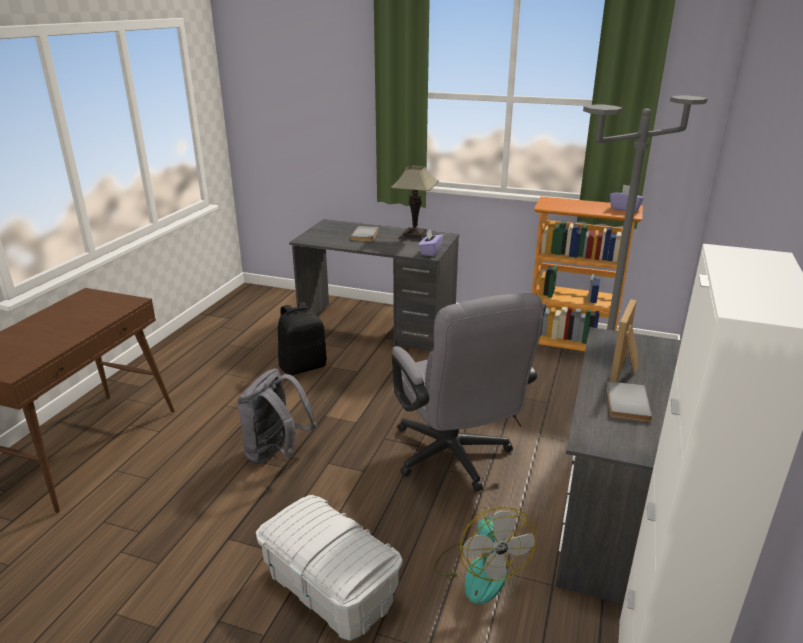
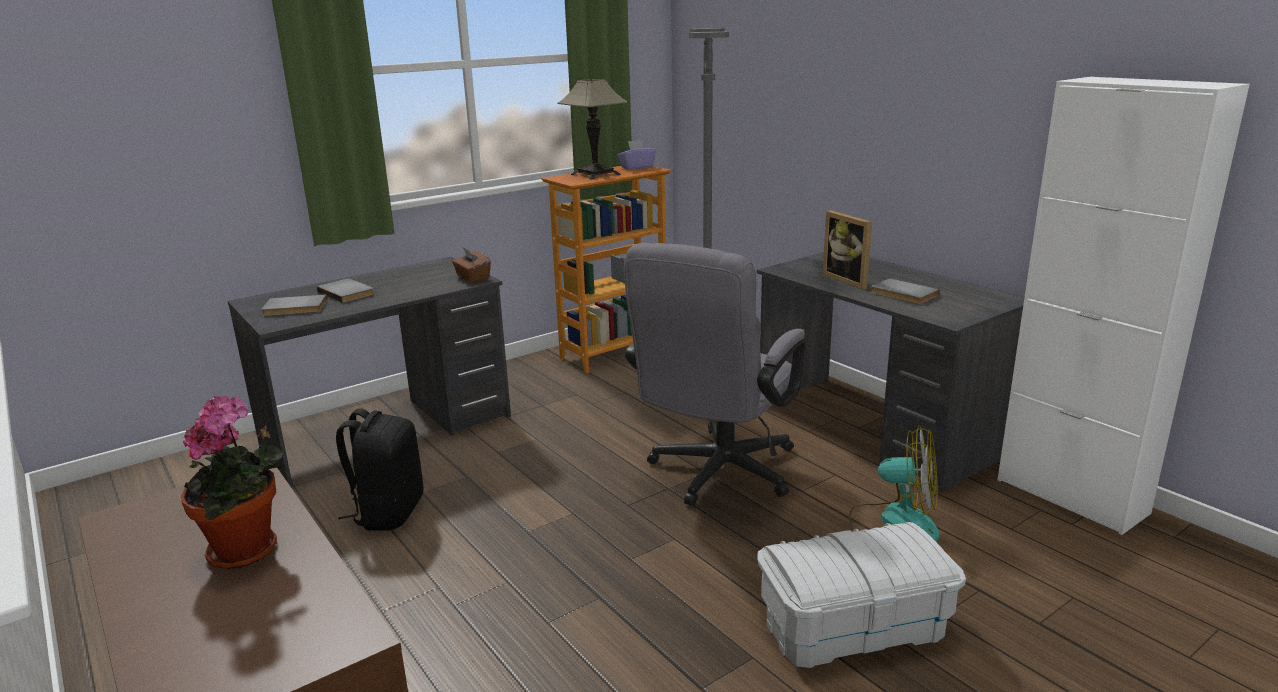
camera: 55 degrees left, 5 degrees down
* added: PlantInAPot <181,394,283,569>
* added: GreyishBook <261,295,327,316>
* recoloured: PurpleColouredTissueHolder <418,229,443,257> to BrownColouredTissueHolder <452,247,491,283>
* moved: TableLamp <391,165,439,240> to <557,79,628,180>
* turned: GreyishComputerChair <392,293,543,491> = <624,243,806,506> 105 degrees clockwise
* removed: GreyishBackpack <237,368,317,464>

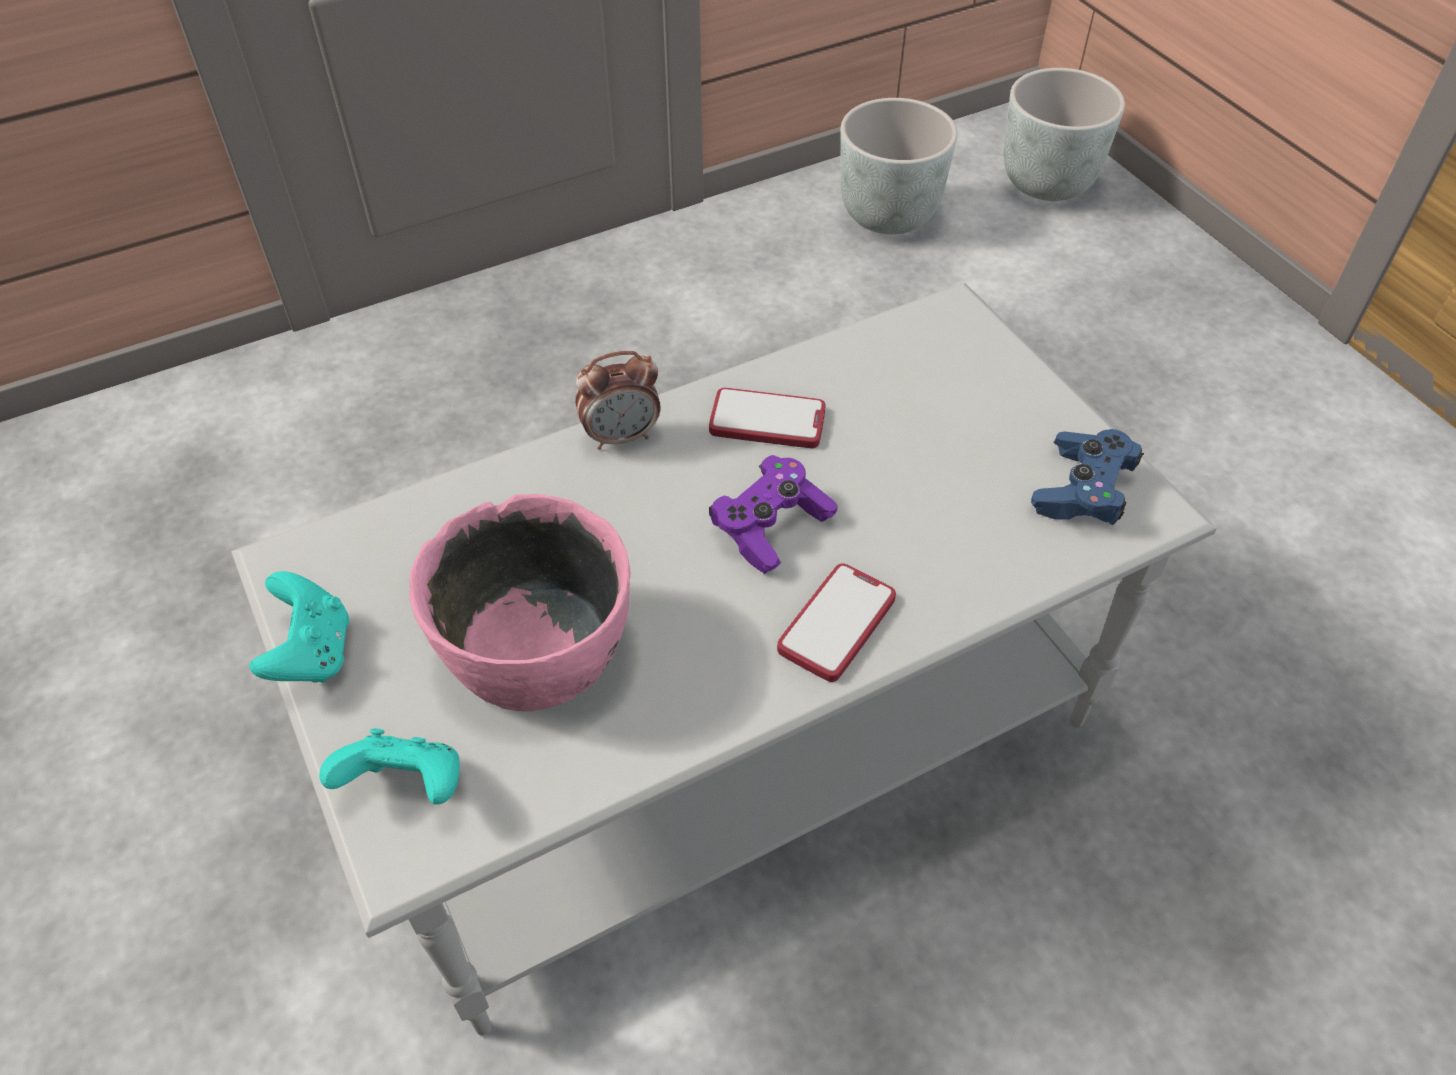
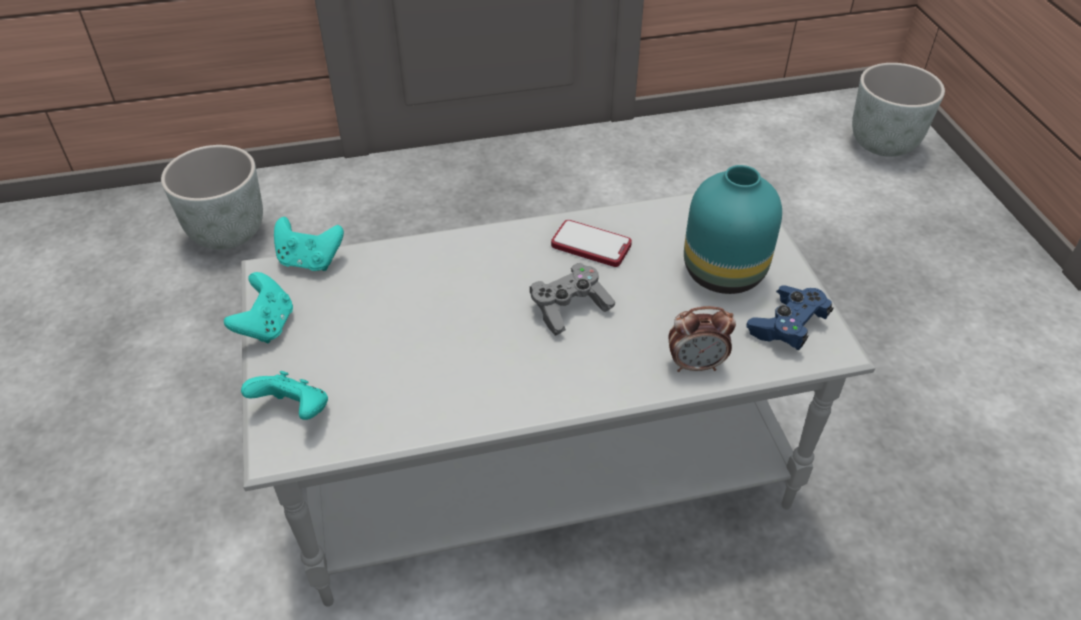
camera: 15 degrees right, 5 degrees down
* moved: GreyishPlantPot <841,98,958,234> to <161,145,263,250>
* added: TurquoiseColouredGameController <274,217,344,271>
* recoloured: PurpleColouredGameController <709,455,837,574> to GreyishGameController <530,263,615,336>
* moved: BedsideClock <575,351,661,450> to <668,306,736,372>
* added: TurquoiseColouredVase <684,165,782,294>
* removed: PinkishServingBowl <409,494,630,711>
* removed: Handset <777,564,896,682>

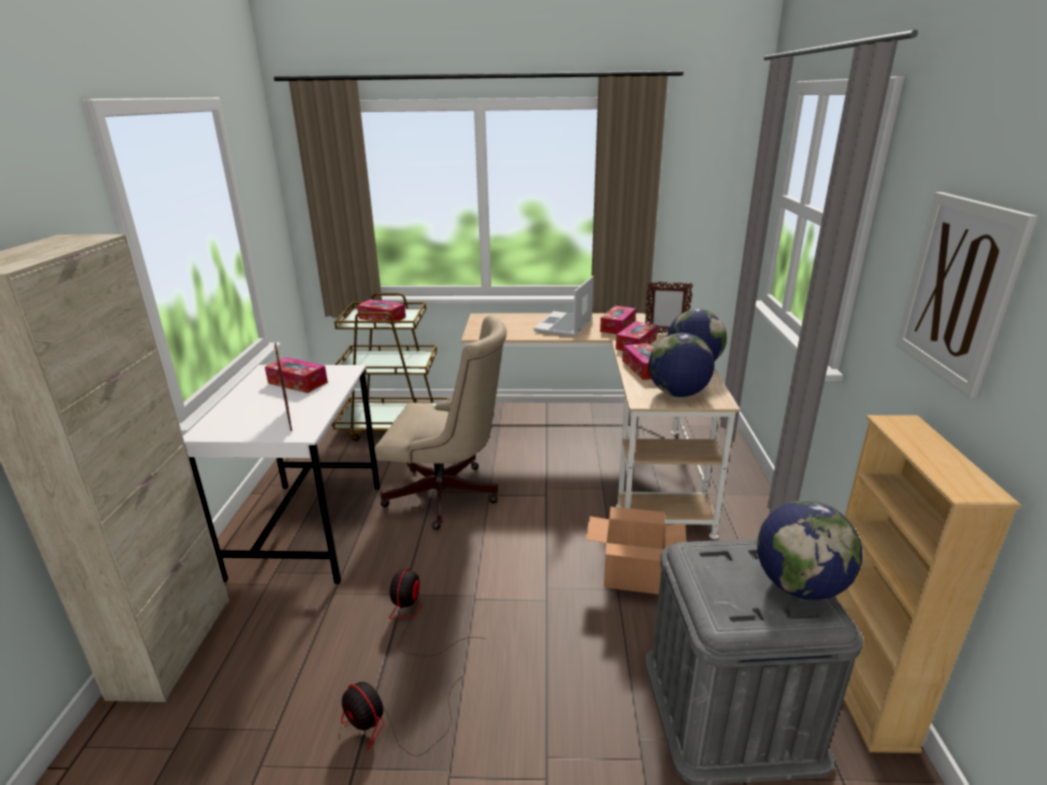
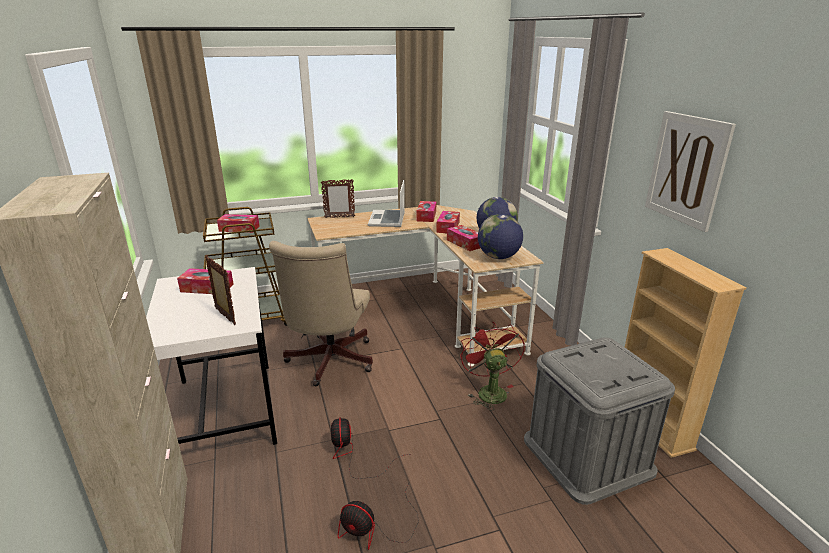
camera: 20 degrees left, 0 degrees up
* turned: SandColouredComputerChair <375,315,507,530> = <269,241,373,386> 105 degrees clockwise
* moved: PictureFrame <645,282,693,333> to <321,179,355,218>
* replaced: PackingBox <586,507,687,594> to ReddishCoolingFan <460,322,525,411>
* removed: Globe <757,500,862,600>

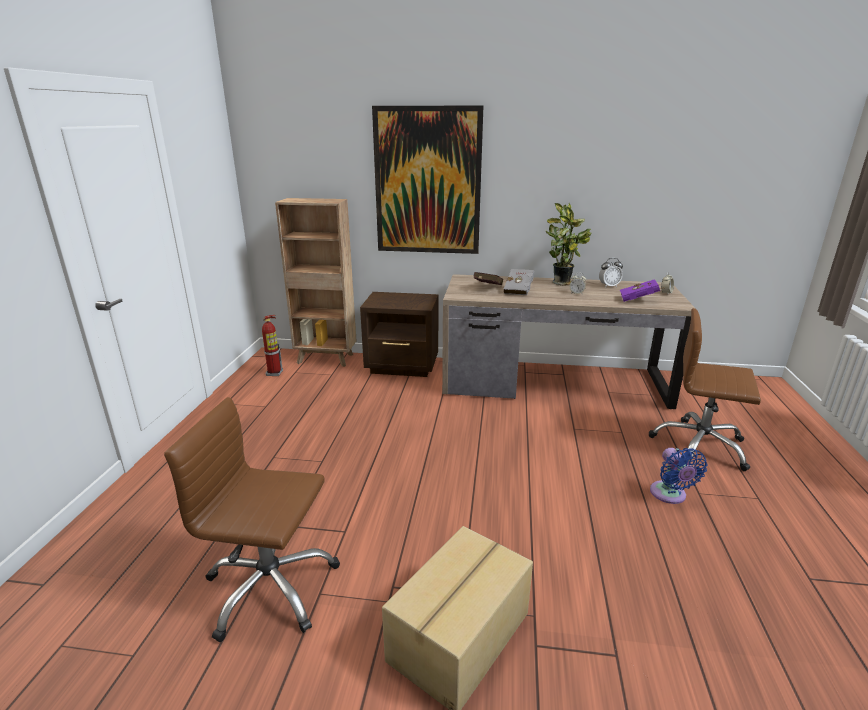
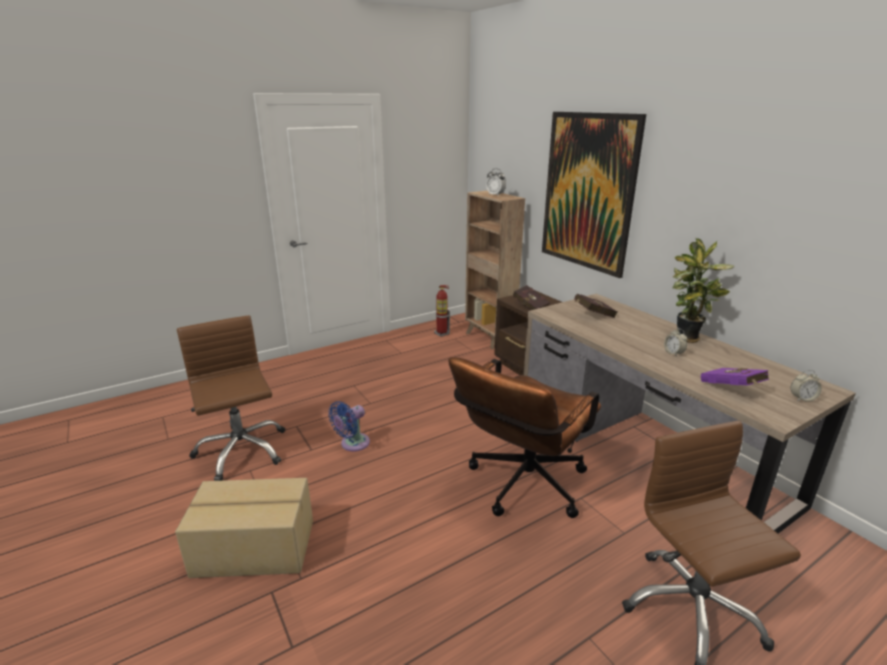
camera: 50 degrees right, 0 degrees up
* moved: BlueCoolingFan <650,448,707,504> to <329,401,370,451>
* added: BrownColouredComputerChair <448,357,601,518>
* moved: BedsideClock <599,258,623,288> to <486,169,506,196>
* added: ReddishBook <512,285,550,310>
* removed: GreyishBook <504,269,534,295>

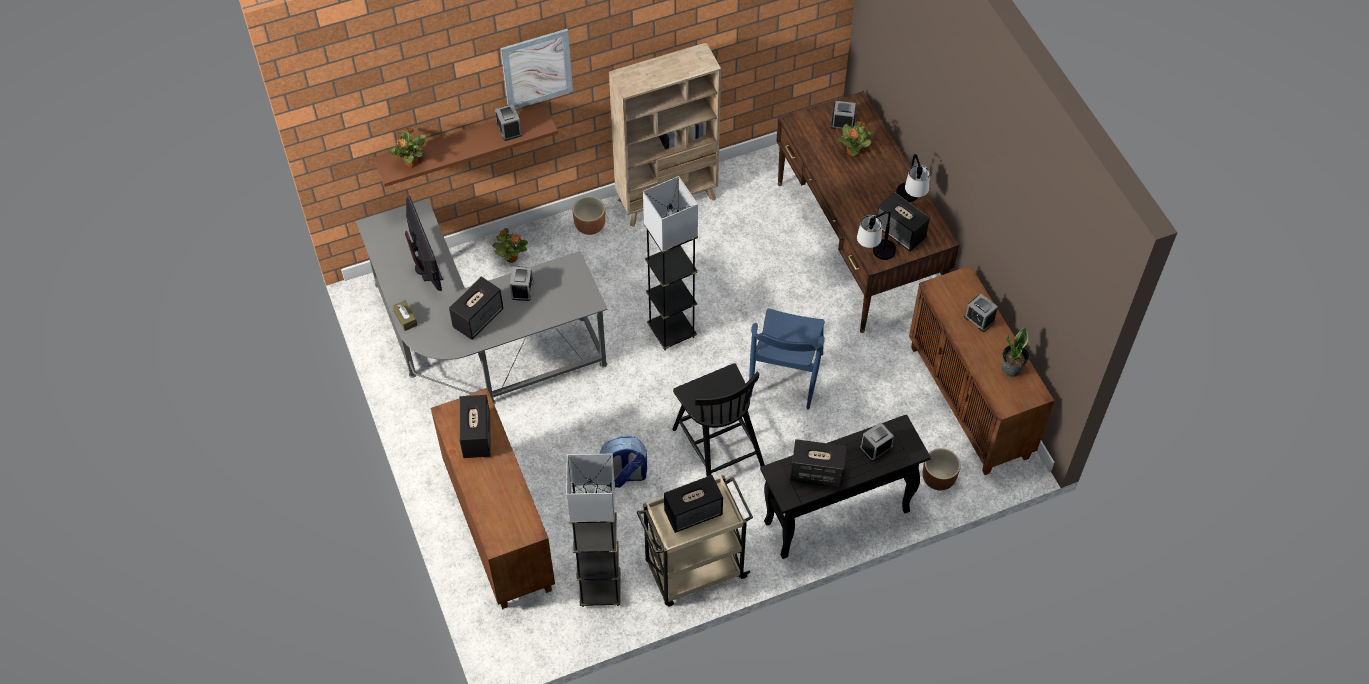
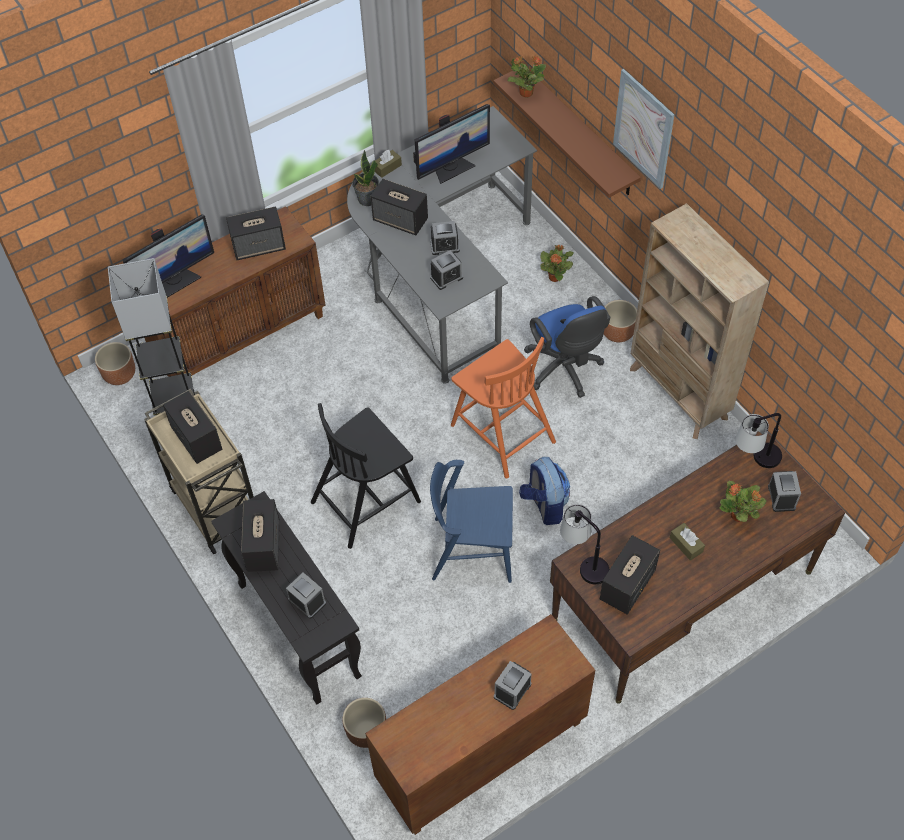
camera: 80 degrees right, 0 degrees up
* added: BrownColouredPlantPot <95,342,135,385>
* added: ComputerScreen <123,214,214,298>
* moved: PlantInAPot <1002,327,1029,376> to <352,150,379,206>
* moved: BedsideClock <495,104,522,141> to <430,250,463,290>
* replaced: GreyishStandingLamp <643,176,698,350> to OrangePlainChair <451,337,556,479>
* moved: Backpack <600,436,647,488> to <519,457,570,525>
* added: BlueComputerChair <524,296,610,398>
* added: BrownColouredTissueHolder <670,523,705,561>
* moved: TableLamp <896,154,930,202> to <735,413,782,468>

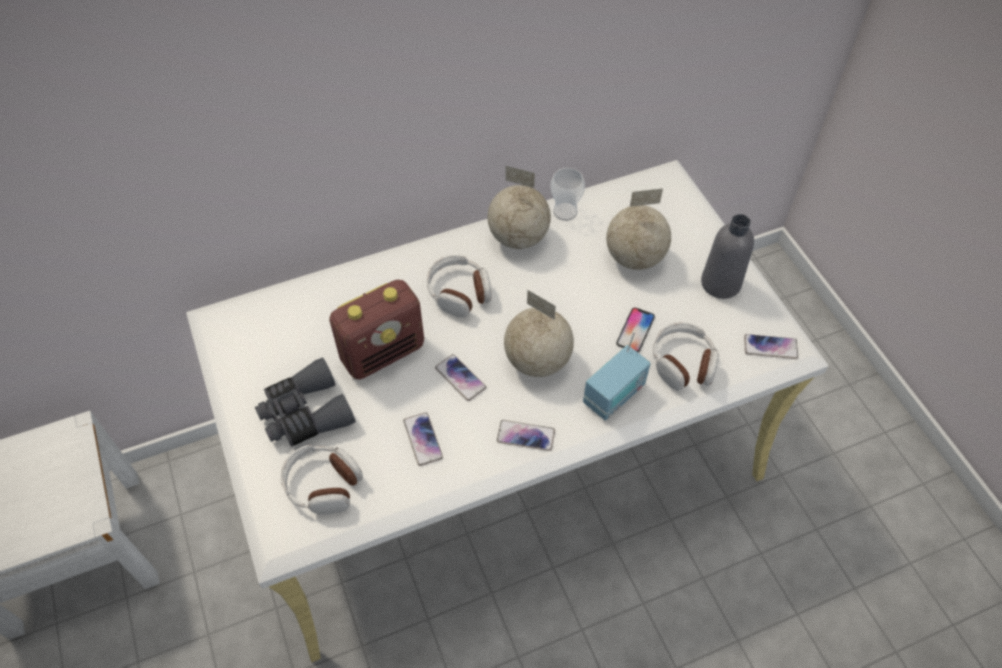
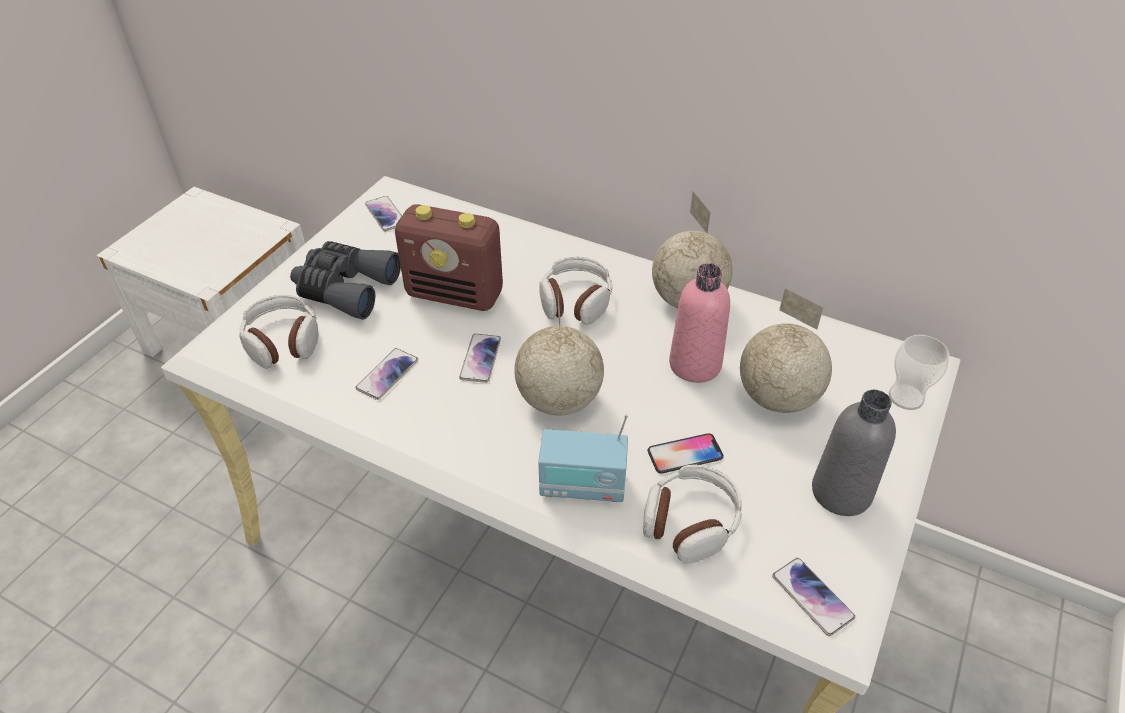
camera: 50 degrees right, 10 degrees down
* moved: Handset <497,420,555,451> to <365,196,402,231>
* added: PinkishBeverageBottle <669,263,730,383>
* moved: Cup <550,168,585,221> to <888,335,949,410>

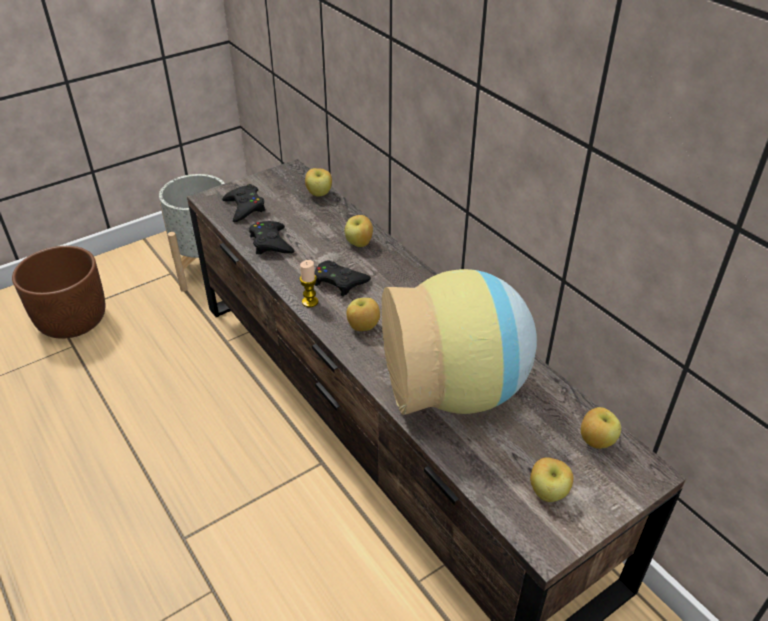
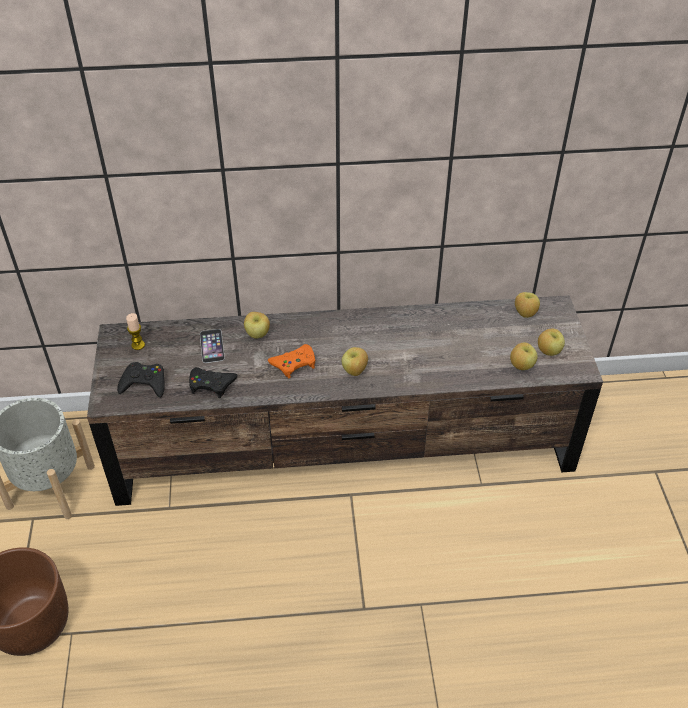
camera: 60 degrees left, 5 degrees up
* moved: WaxLight <300,260,318,307> to <126,313,145,350>
* added: Handset <200,329,225,363>
* recoloured: BlackGameController <315,260,371,297> to OrangeGameController <268,344,315,378>
* moved: WholeApple <305,168,332,197> to <510,342,538,370>
* removed: Vase <382,269,537,415>

